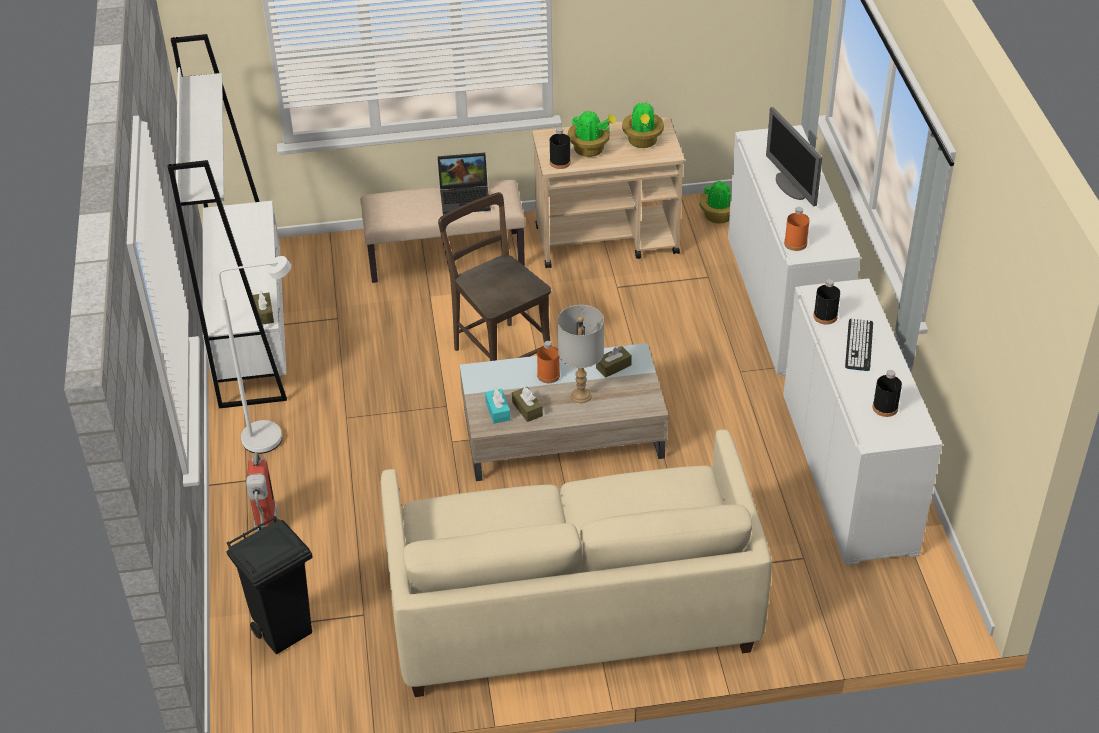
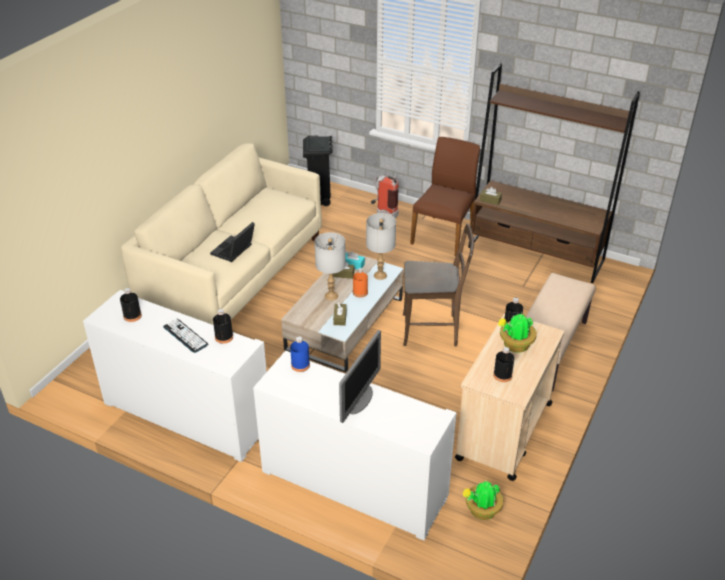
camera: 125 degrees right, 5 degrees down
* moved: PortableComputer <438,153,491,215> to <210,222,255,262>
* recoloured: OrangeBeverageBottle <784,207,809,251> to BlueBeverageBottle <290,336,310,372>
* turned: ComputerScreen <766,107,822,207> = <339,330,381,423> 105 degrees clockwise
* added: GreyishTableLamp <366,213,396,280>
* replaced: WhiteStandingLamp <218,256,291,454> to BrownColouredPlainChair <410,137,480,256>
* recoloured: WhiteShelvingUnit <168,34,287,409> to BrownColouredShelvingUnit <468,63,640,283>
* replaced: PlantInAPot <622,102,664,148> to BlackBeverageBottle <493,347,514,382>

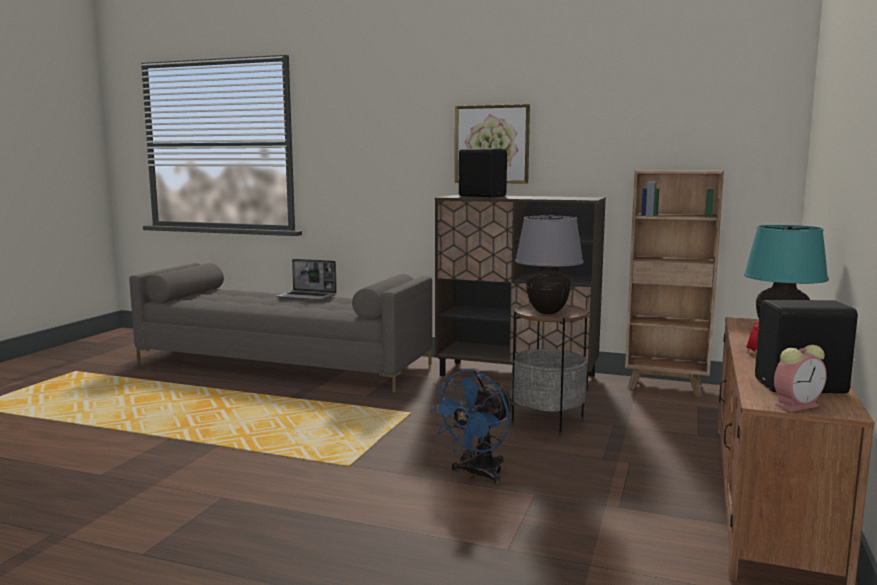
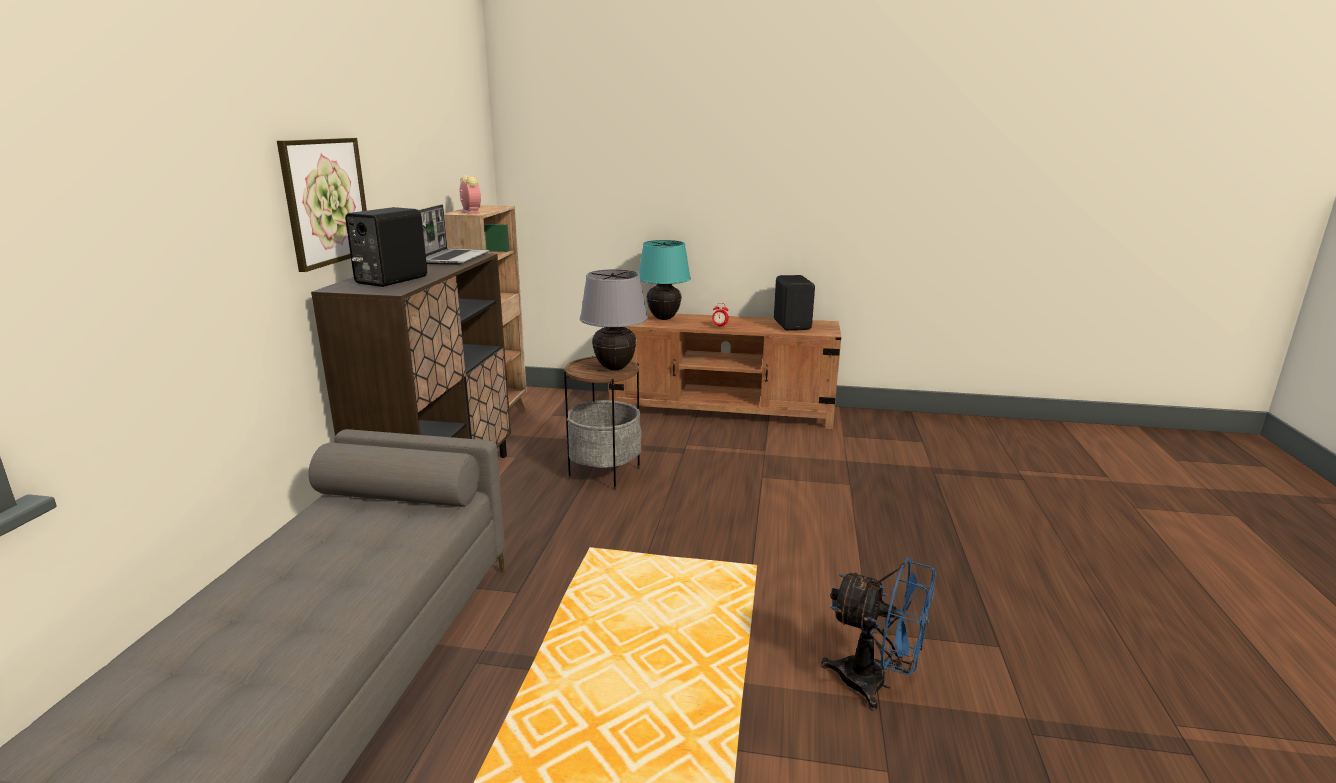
camera: 100 degrees left, 10 degrees up
* moved: PortableComputer <276,259,337,301> to <419,204,489,265>
* moved: BedsideClock <774,345,827,412> to <459,175,481,214>
* moved: BlueCoolingFan <430,370,514,485> to <821,557,936,711>

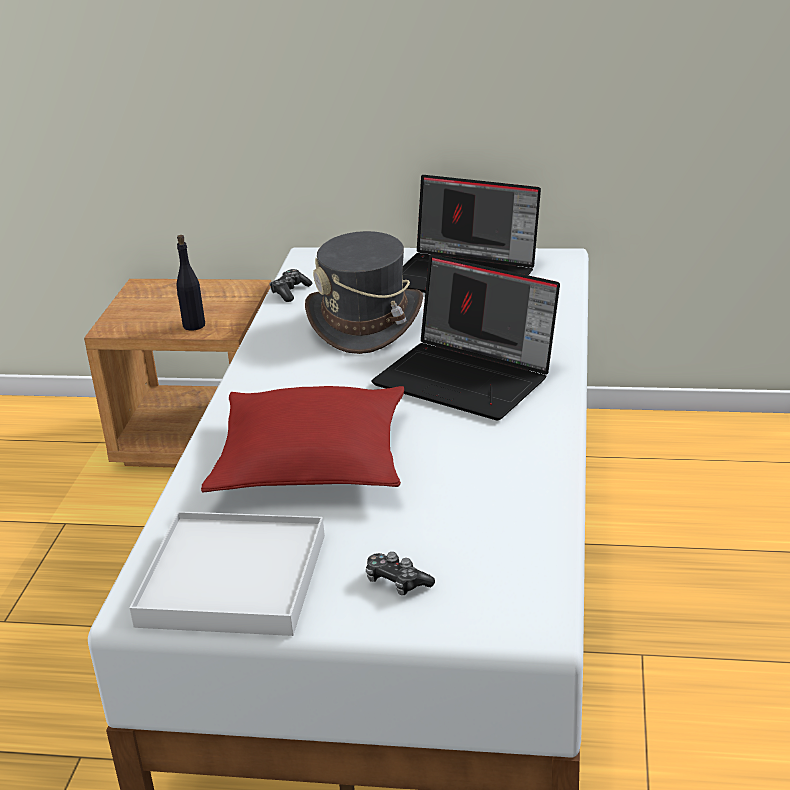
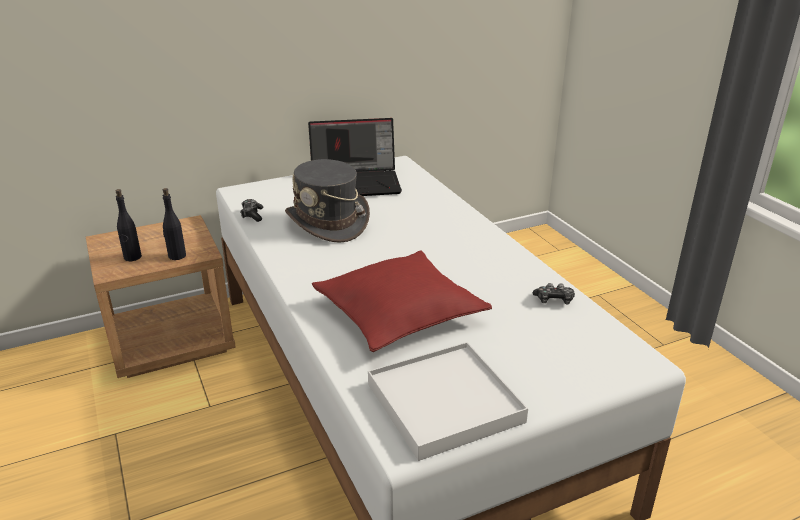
camera: 35 degrees left, 0 degrees up
* added: BlackBeverageBottle <116,189,142,261>
* moved: GameController <366,552,435,595> to <533,283,575,305>
* removed: PortableComputer <371,255,560,420>

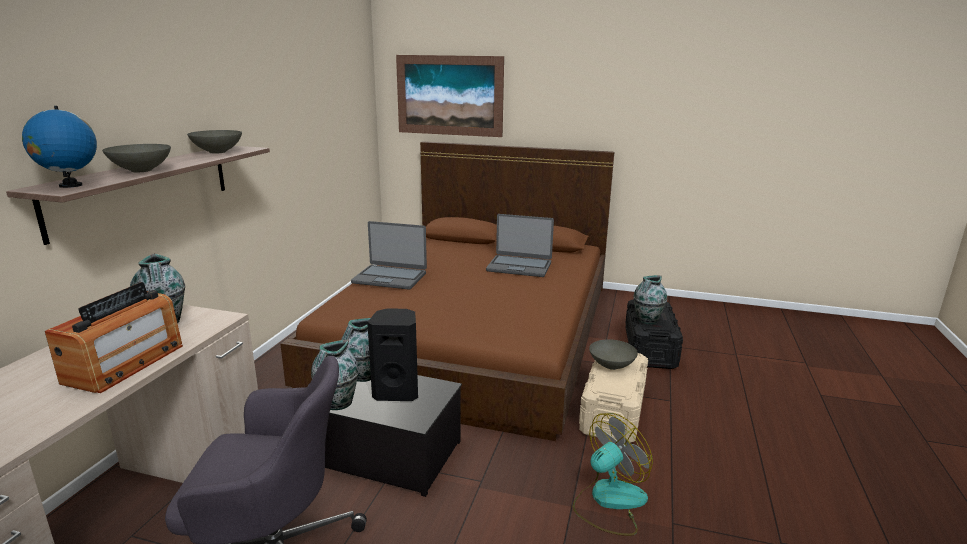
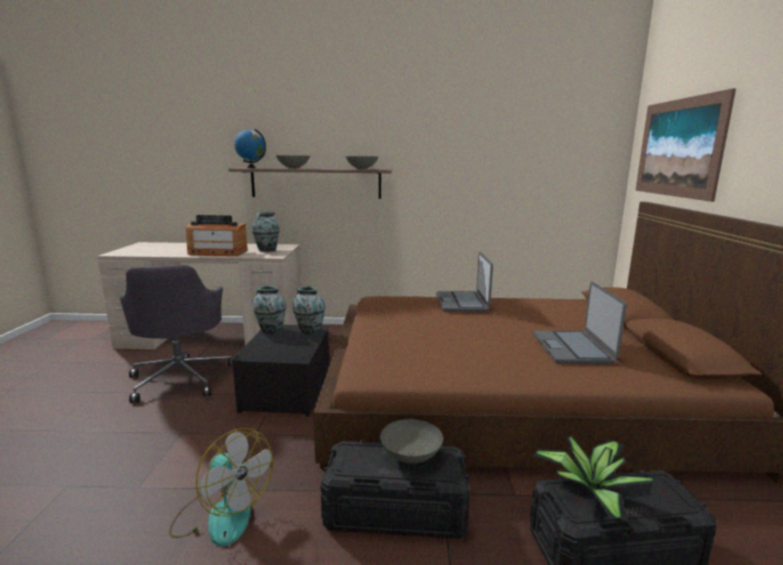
camera: 75 degrees right, 5 degrees down
* recoloured: SandColouredStorageBin <579,353,648,443> to BlackStorageBin <320,440,470,539>
* replaced: Vase <633,275,667,324> to PlantInAPot <534,436,655,521>
* removed: BlackAudioSpeaker <367,308,418,401>

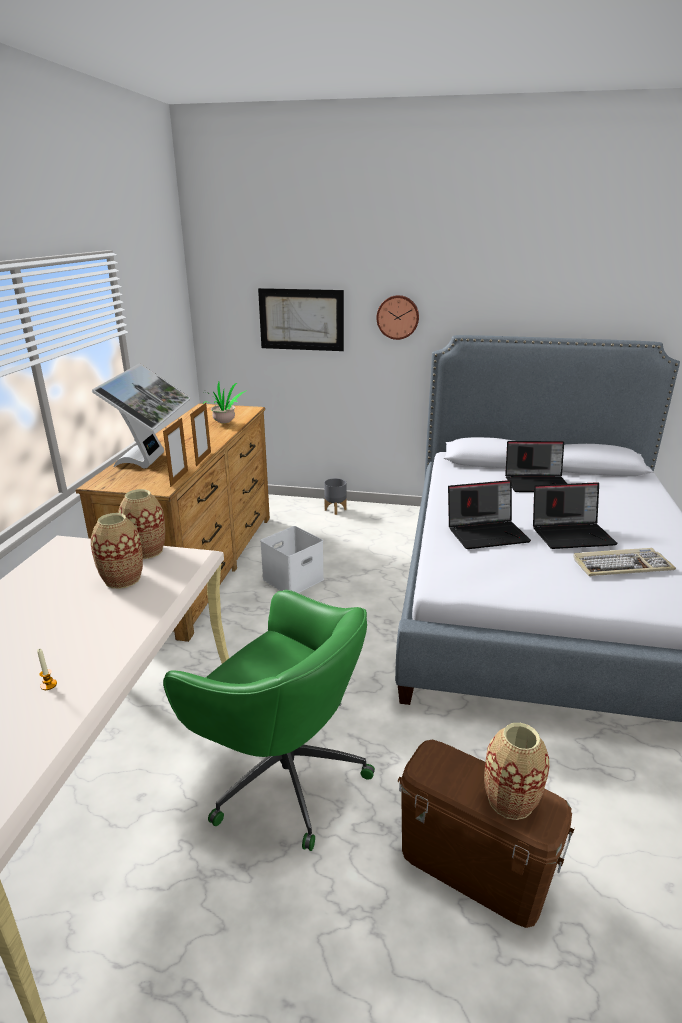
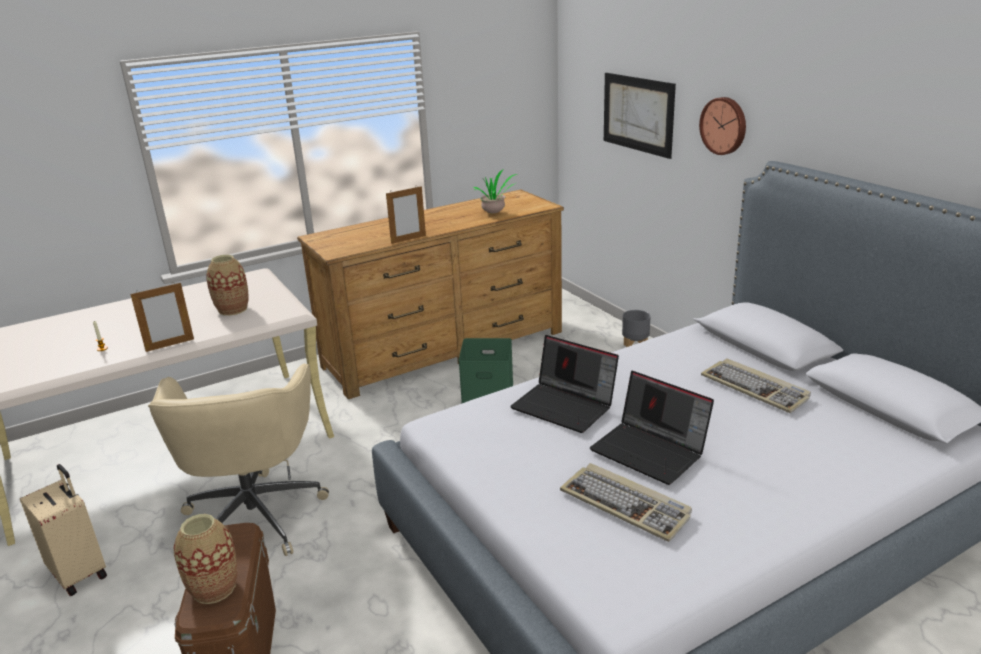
camera: 50 degrees right, 0 degrees up
* added: SandColouredSuitcase <20,464,107,596>
* moved: PictureFrame <163,418,188,487> to <130,282,194,352>
* recoloured: GreenComputerChair <163,590,375,851> to SandColouredComputerChair <148,363,329,556>
* recoloured: WhiteStorageBin <260,526,324,593> to GreenStorageBin <458,338,513,404>
* replaced: PortableComputer <505,441,567,492> to Keyboard <701,358,811,413>
* removed: ComputerScreen <92,363,191,469>
* removed: Vase <119,489,165,559>

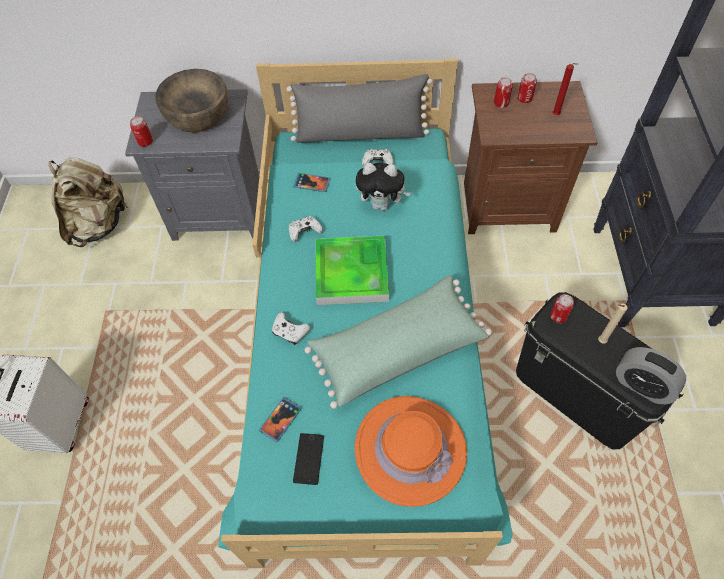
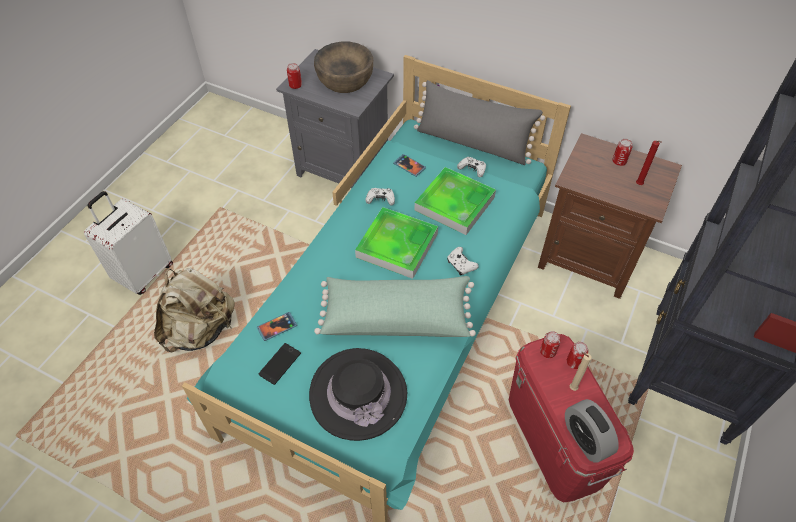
camera: 25 degrees right, 5 degrees down
* moved: SandColouredBackpack <49,157,129,247> to <154,268,235,352>
* recoloured: OrangeHat <355,396,467,507> to BlackHat <309,348,407,441>
* replaced: SoftToy <356,163,411,210> to Tray <414,167,496,235>
* moved: WhiteGameController <272,312,310,345> to <447,247,478,276>
* recoloured: BlackStorageBin <516,292,684,449> to ReddishStorageBin <509,334,634,502>
* moved: Can <494,77,513,108> to <567,342,588,369>

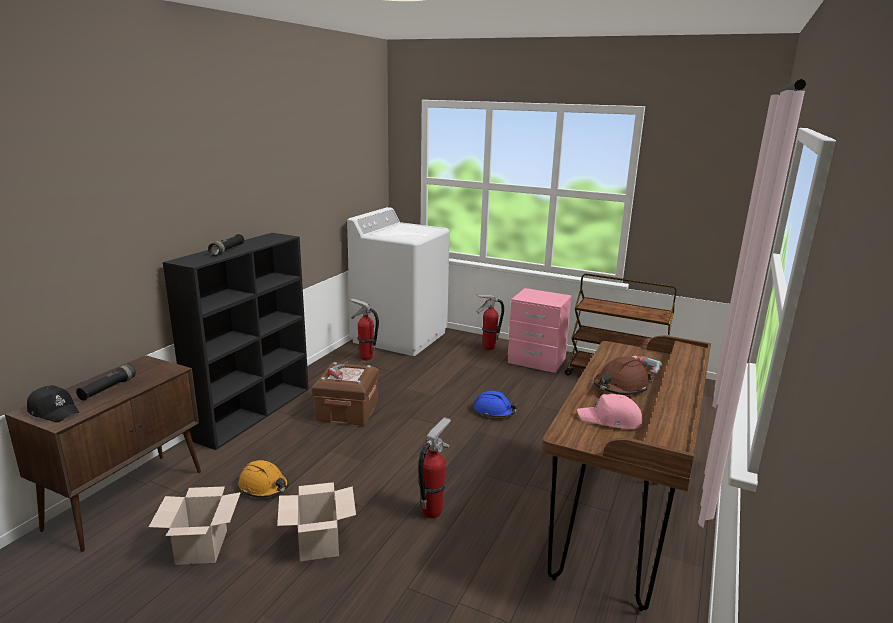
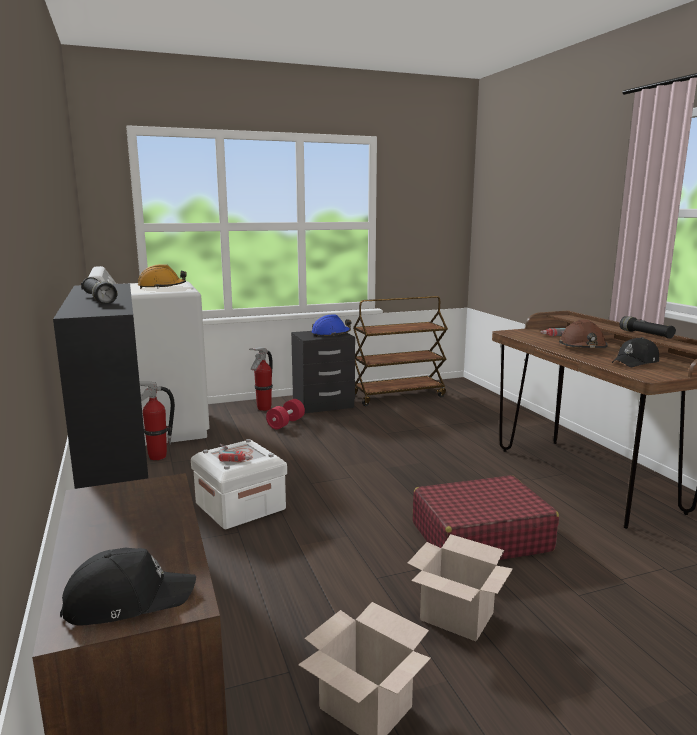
camera: 45 degrees left, 5 degrees down
* moved: OrangeSafetyHelmet <238,460,289,498> to <138,264,187,289>
* recoloured: BrownColouredStorageBin <312,362,379,426> to WhiteStorageBin <191,439,287,529>
* added: ReddishHandWeight <266,399,305,429>
* recoloured: PinkishNightTable <508,288,572,373> to BlackNightTable <291,331,355,414>
* moved: BlueSafetyHelmet <474,391,518,418> to <312,315,351,337>
* replaced: Extinguisher <418,417,451,518> to ReddishSuitcase <413,475,559,560>
* recoloured: PinkishBaseballCap <577,394,642,429> to BlackBaseballCap <612,337,659,367>
* moved: BlackHandTorch <76,364,136,401> to <620,316,676,339>

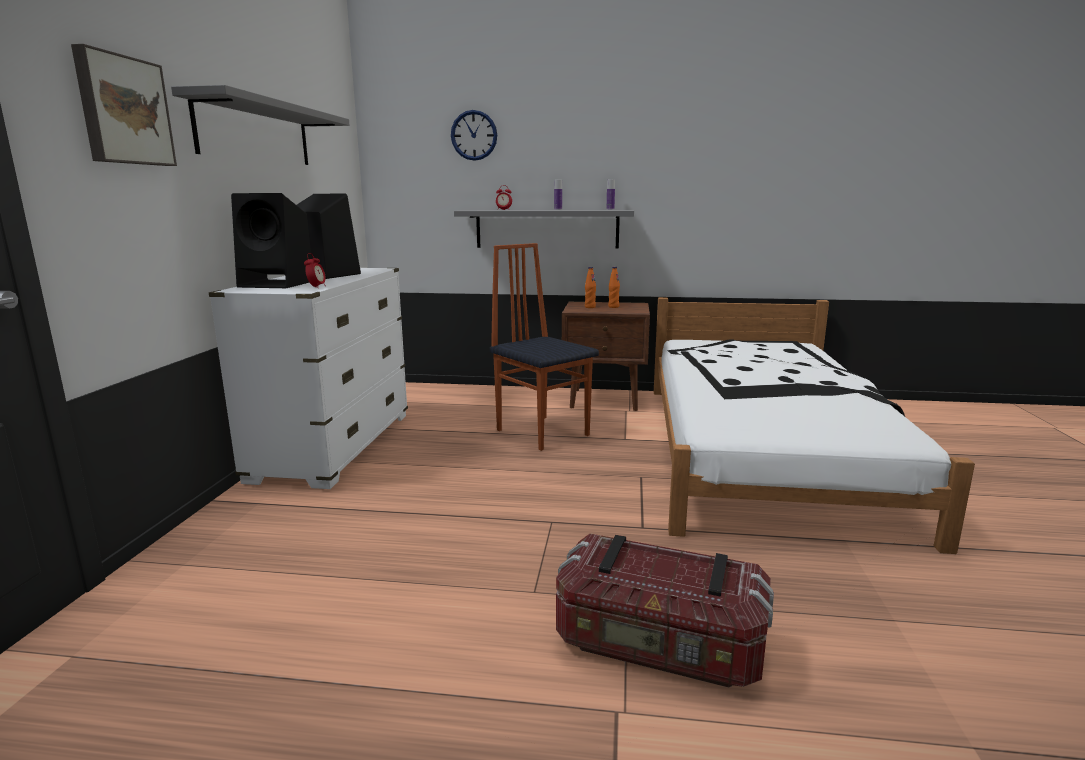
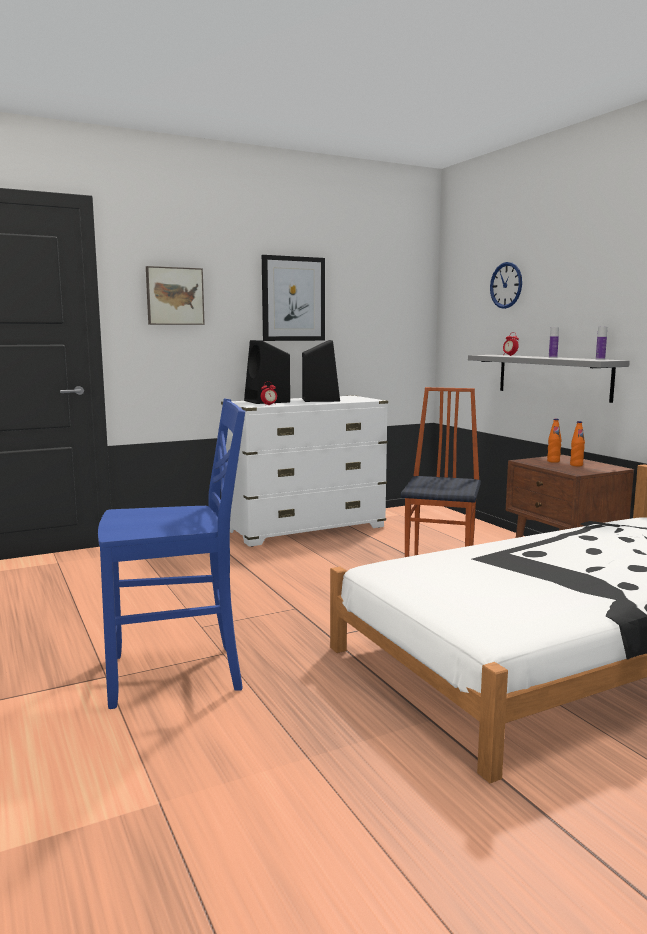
camera: 55 degrees right, 5 degrees down
* replaced: StorageBin <556,533,774,688> to BluePlainChair <98,399,245,709>
* replaced: GreyishWallShelf <171,85,349,165> to WallPicture <262,255,325,341>

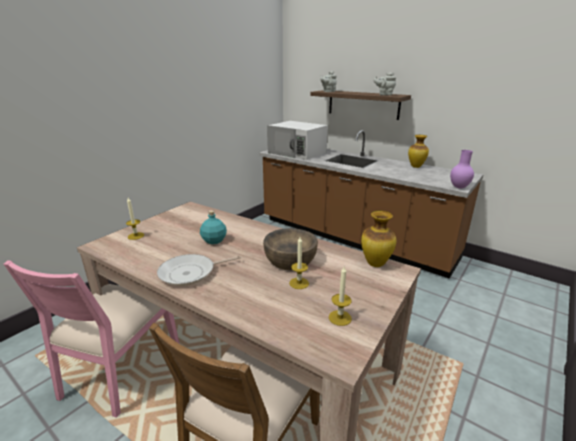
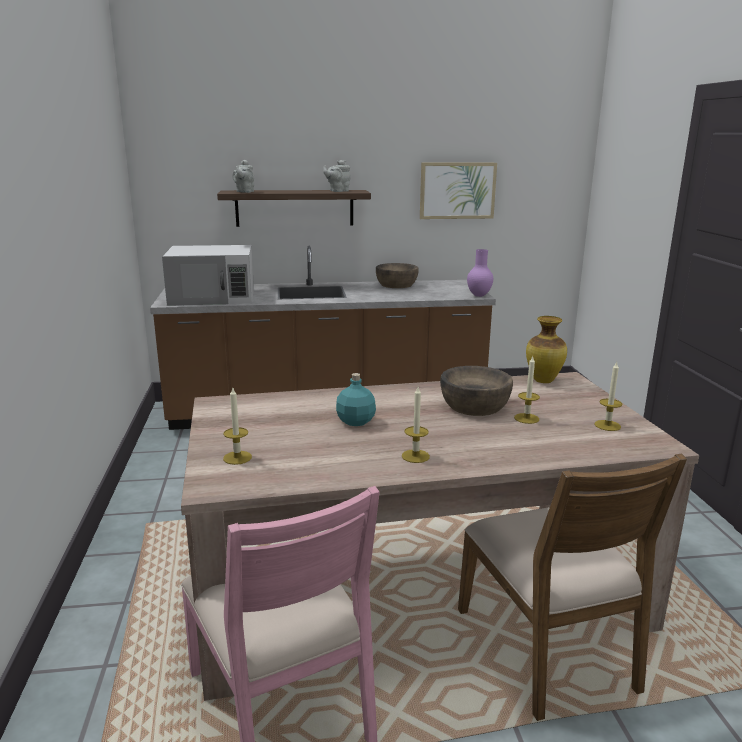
camera: 45 degrees left, 5 degrees down
* replaced: Vase <408,135,429,168> to BrownColouredServingBowl <376,263,419,288>
* replaced: Pan <157,254,241,286> to WaxLight <402,387,430,463>
* added: WallPicture <420,162,497,219>

